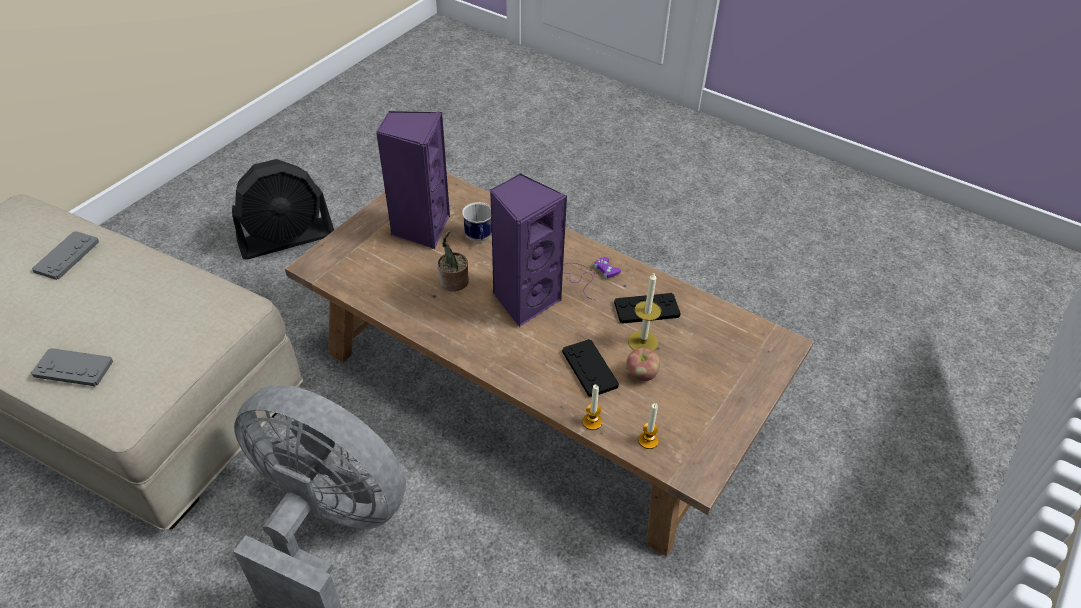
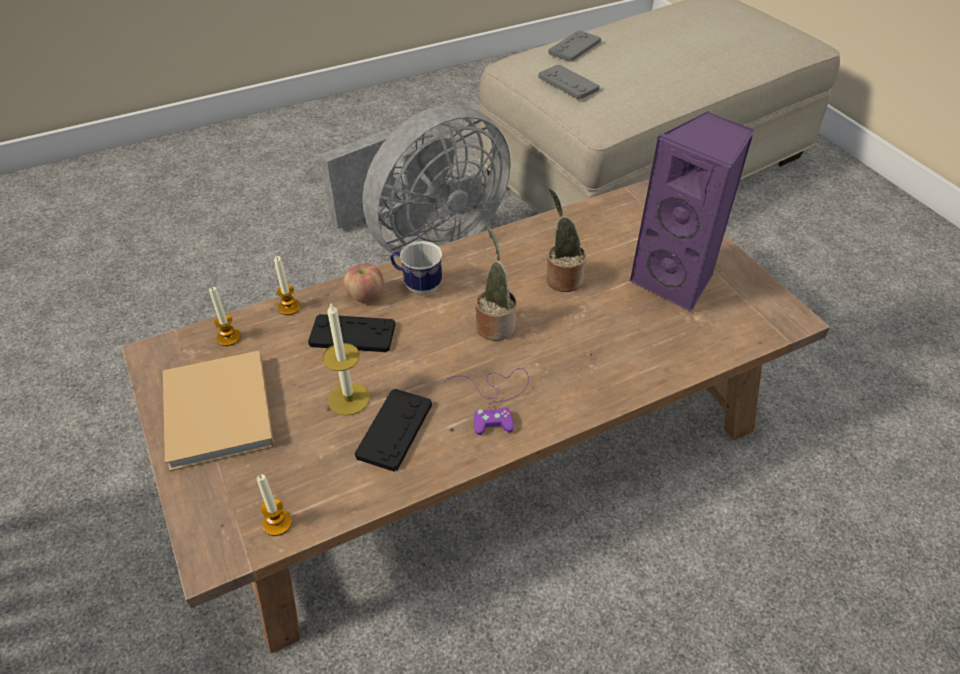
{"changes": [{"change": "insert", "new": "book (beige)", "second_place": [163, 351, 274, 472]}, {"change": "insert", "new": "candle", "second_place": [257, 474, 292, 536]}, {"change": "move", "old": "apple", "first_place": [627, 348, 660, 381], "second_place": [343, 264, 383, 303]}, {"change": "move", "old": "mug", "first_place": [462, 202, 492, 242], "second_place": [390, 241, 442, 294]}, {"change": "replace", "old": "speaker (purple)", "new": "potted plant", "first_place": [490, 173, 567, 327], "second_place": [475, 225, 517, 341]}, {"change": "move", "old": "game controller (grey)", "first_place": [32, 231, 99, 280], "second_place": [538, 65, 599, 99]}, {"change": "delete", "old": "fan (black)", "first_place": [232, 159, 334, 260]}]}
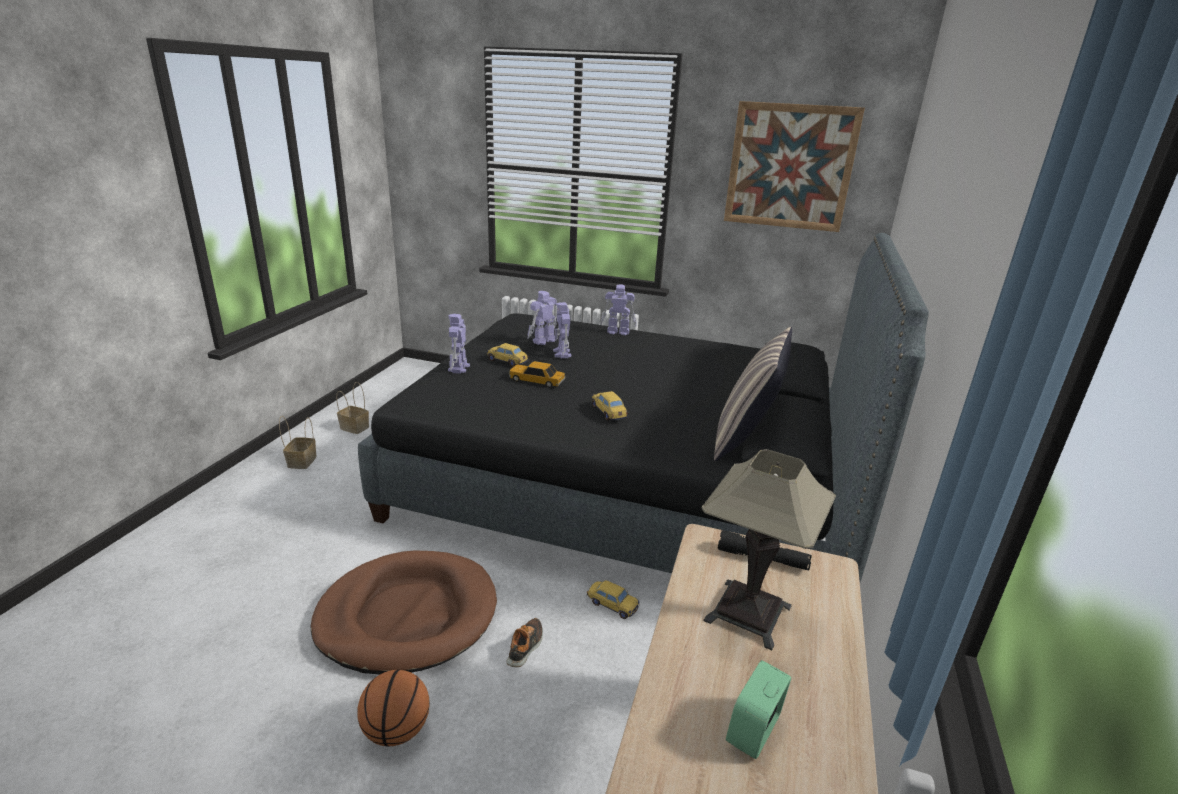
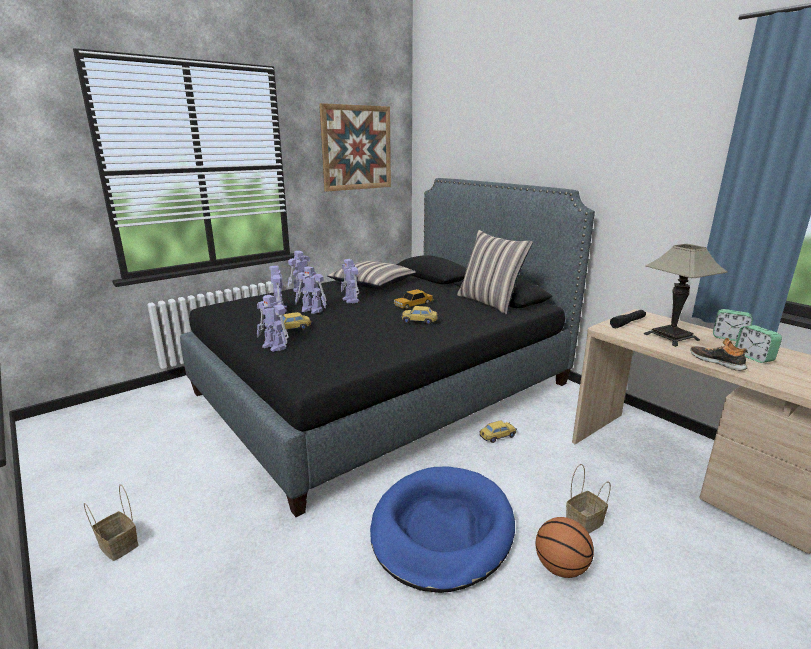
{"changes": [{"change": "insert", "new": "pillow", "second_place": [327, 260, 416, 289]}, {"change": "insert", "new": "toy robot", "second_place": [341, 259, 360, 303]}, {"change": "recolor", "old": "dog bed (brown)", "new": "dog bed (blue)", "first_place": [311, 550, 497, 675], "second_place": [370, 466, 515, 593]}, {"change": "move", "old": "toy car", "first_place": [509, 361, 566, 388], "second_place": [394, 289, 434, 309]}, {"change": "move", "old": "basket", "first_place": [336, 382, 369, 434], "second_place": [566, 464, 611, 533]}, {"change": "move", "old": "shoe", "first_place": [506, 618, 543, 667], "second_place": [690, 338, 748, 371]}, {"change": "insert", "new": "alarm clock", "second_place": [713, 309, 753, 341]}]}
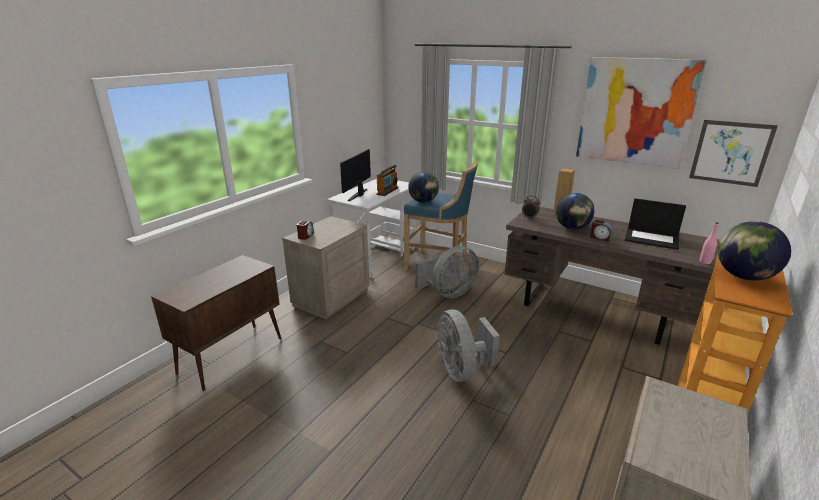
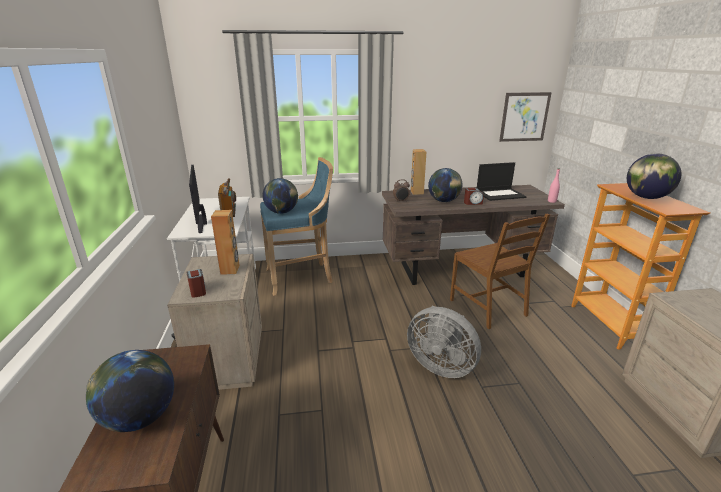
{"changes": [{"change": "insert", "new": "globe", "second_place": [86, 350, 174, 432]}, {"change": "insert", "new": "speaker (brown)", "second_place": [211, 210, 240, 275]}, {"change": "insert", "new": "chair (brown)", "second_place": [450, 213, 550, 329]}, {"change": "delete", "old": "fan (grey)", "first_place": [415, 246, 479, 298]}, {"change": "delete", "old": "picture", "first_place": [576, 57, 707, 169]}]}
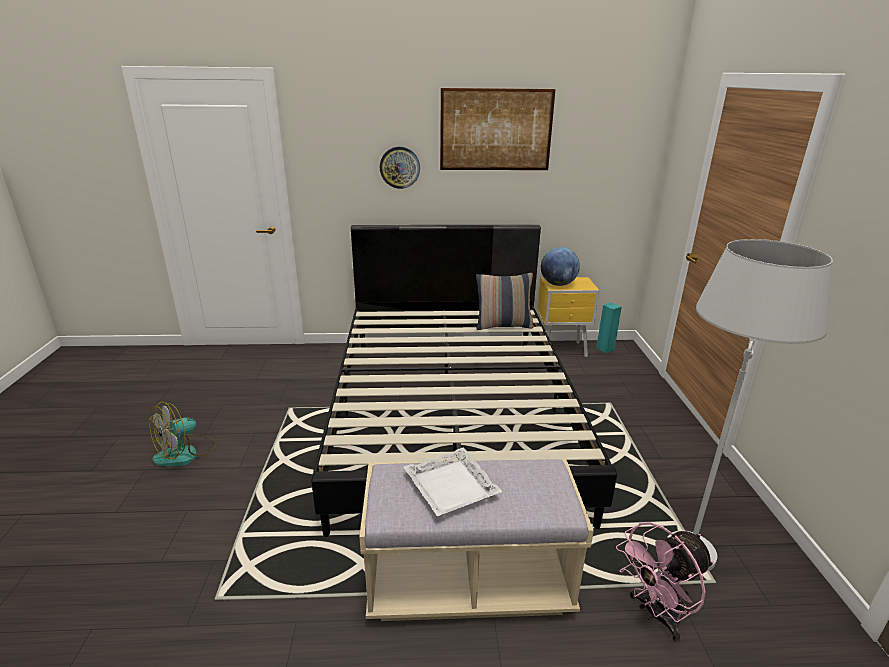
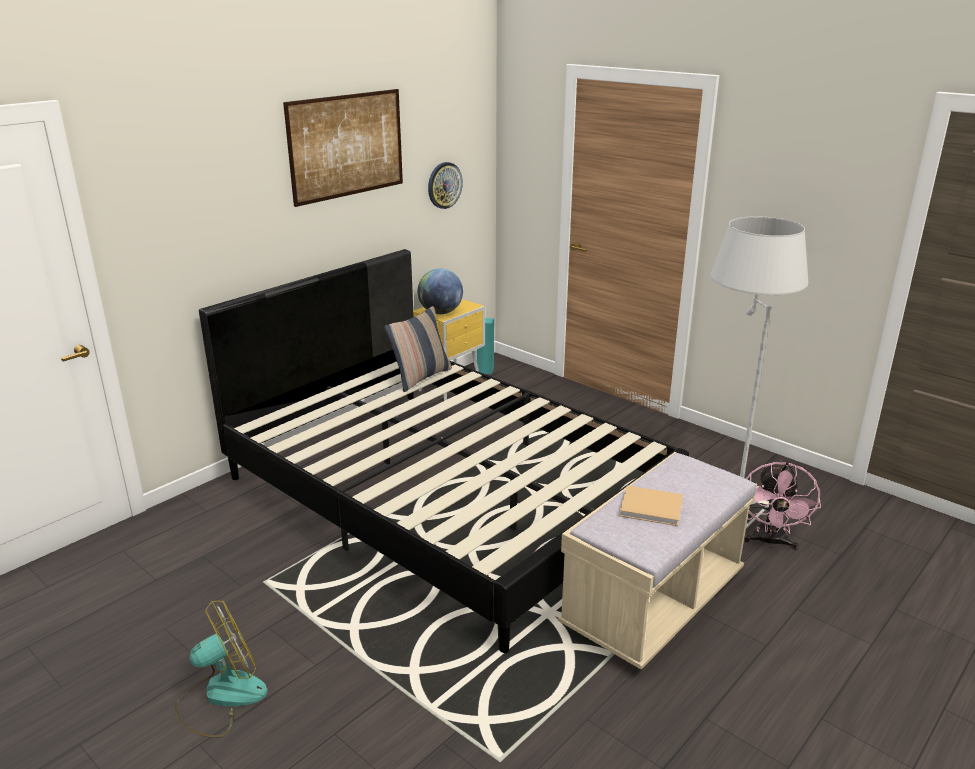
{"changes": [{"change": "rotate", "old": "fan", "first_place": [149, 401, 217, 467], "second_place": [175, 600, 268, 738], "degrees": -120}, {"change": "move", "old": "wall clock", "first_place": [380, 147, 420, 189], "second_place": [428, 162, 463, 209]}, {"change": "replace", "old": "tray (white)", "new": "book (beige)", "first_place": [404, 447, 502, 516], "second_place": [619, 486, 683, 526]}]}
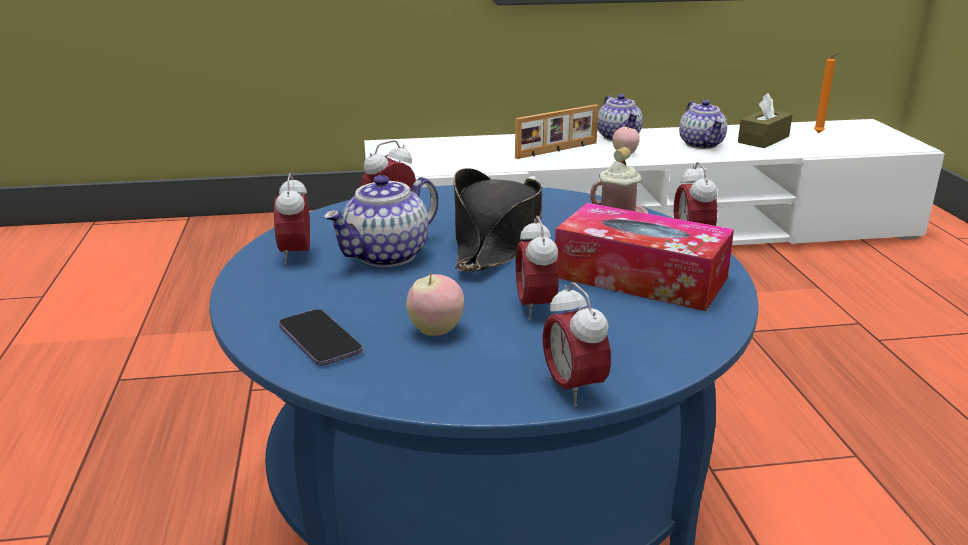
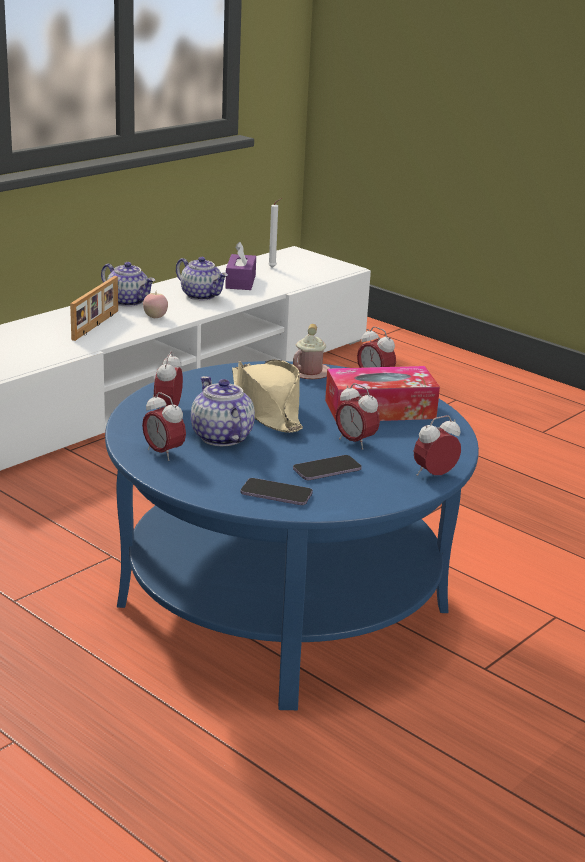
{"changes": [{"change": "rotate", "old": "teapot", "first_place": [323, 175, 439, 267], "second_place": [191, 376, 255, 446], "degrees": 150}, {"change": "recolor", "old": "tissue box (brown)", "new": "tissue box (purple)", "first_place": [738, 93, 792, 148], "second_place": [225, 242, 256, 290]}, {"change": "recolor", "old": "hat (black)", "new": "hat (beige)", "first_place": [453, 168, 543, 272], "second_place": [232, 360, 303, 433]}, {"change": "recolor", "old": "candle (orange)", "new": "candle (white)", "first_place": [814, 52, 841, 133], "second_place": [268, 198, 282, 268]}, {"change": "replace", "old": "apple", "new": "phone", "first_place": [406, 273, 464, 336], "second_place": [293, 455, 362, 480]}, {"change": "rotate", "old": "alarm clock", "first_place": [543, 282, 611, 407], "second_place": [414, 415, 461, 476], "degrees": 120}]}
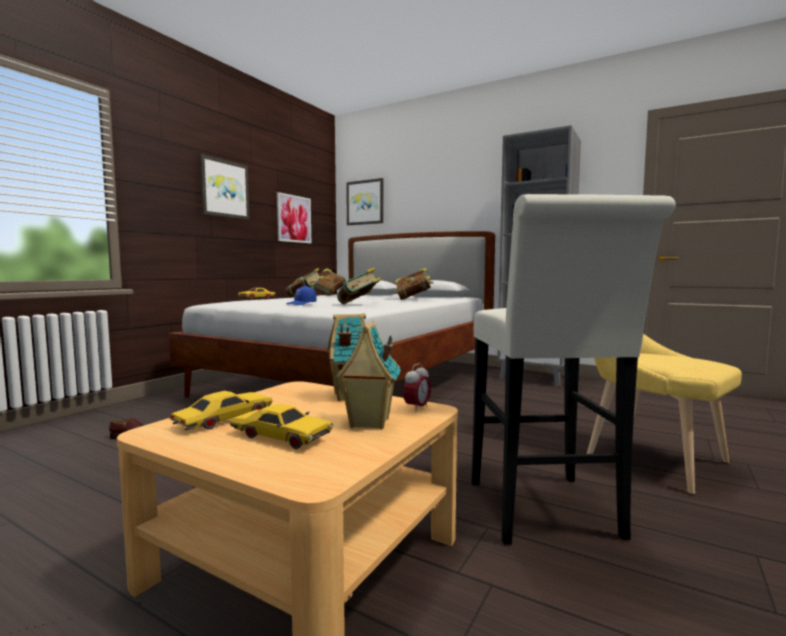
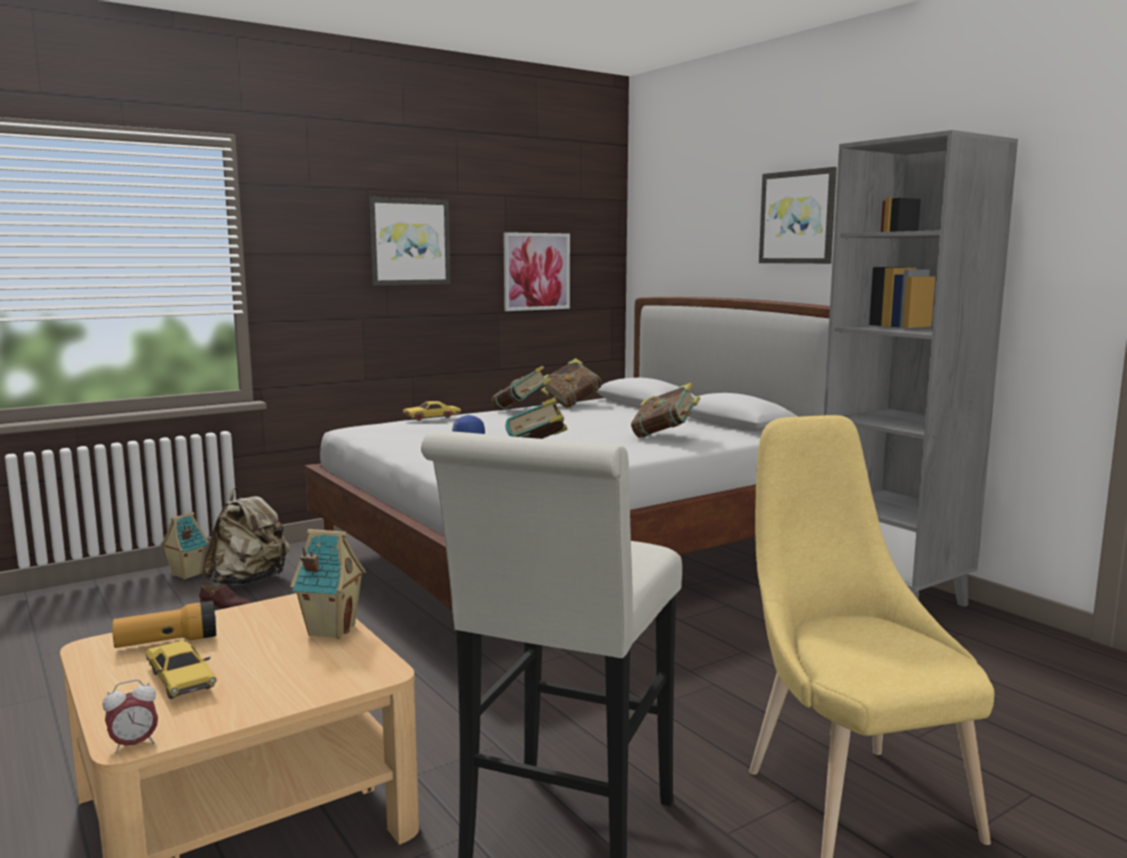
{"changes": [{"change": "move", "old": "alarm clock", "first_place": [403, 363, 431, 412], "second_place": [103, 680, 158, 753]}, {"change": "replace", "old": "toy car (yellow)", "new": "flashlight", "first_place": [170, 391, 272, 430], "second_place": [112, 601, 216, 648]}, {"change": "move", "old": "toy house", "first_place": [335, 321, 401, 430], "second_place": [161, 512, 209, 580]}, {"change": "insert", "new": "backpack (beige)", "second_place": [203, 487, 290, 586]}, {"change": "move", "old": "picture", "first_place": [346, 178, 384, 225], "second_place": [759, 167, 837, 264]}]}
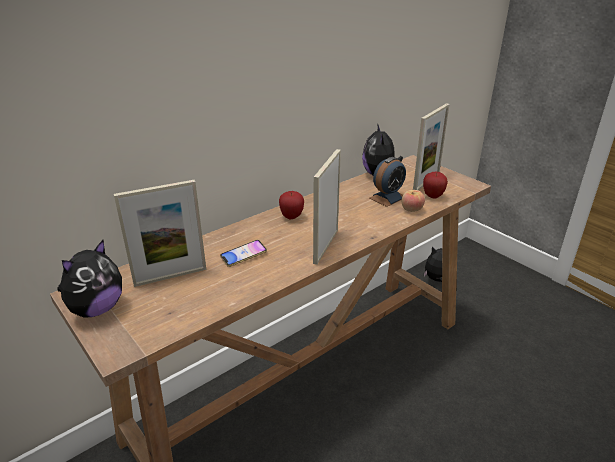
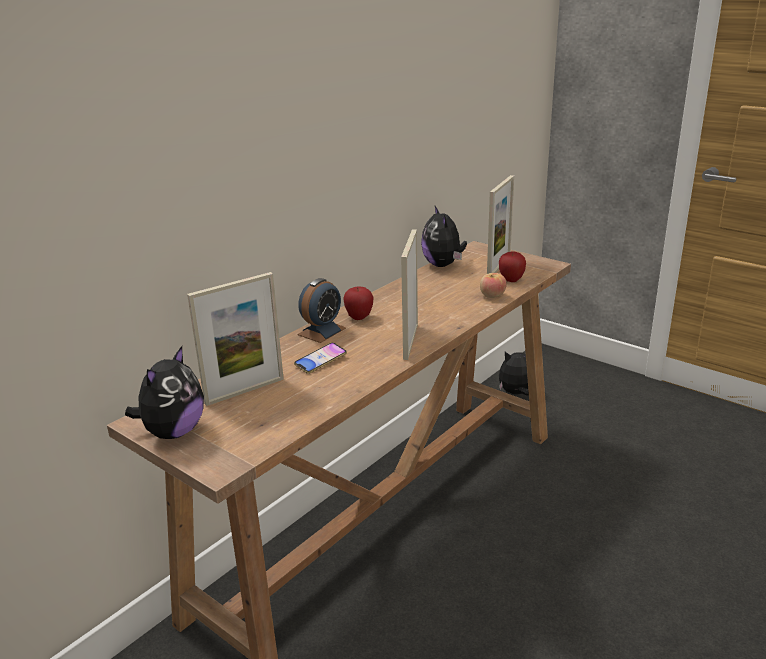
{"changes": [{"change": "move", "old": "alarm clock", "first_place": [369, 157, 406, 207], "second_place": [297, 278, 346, 343]}]}
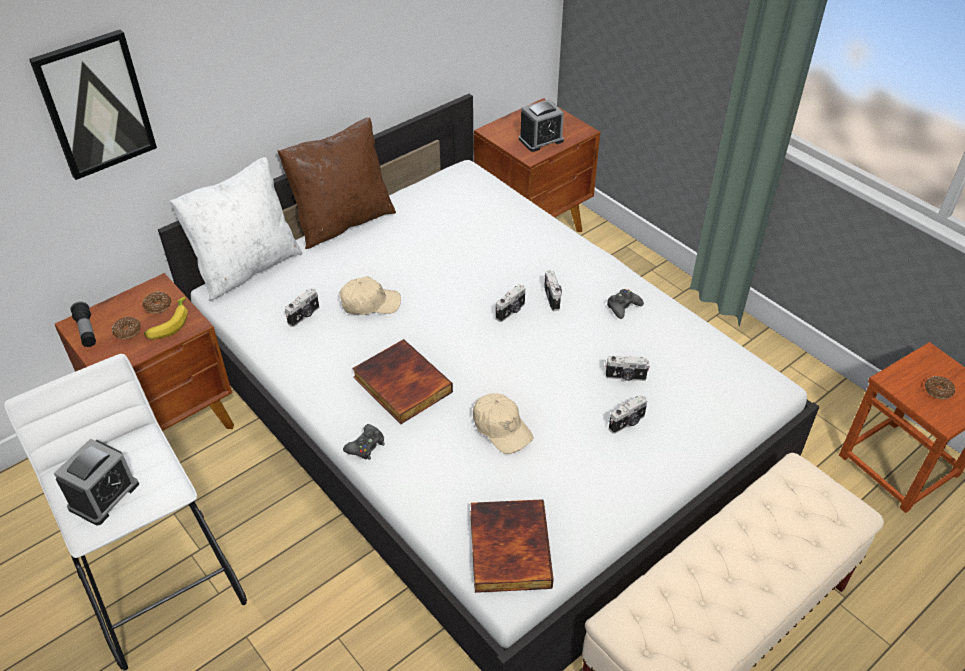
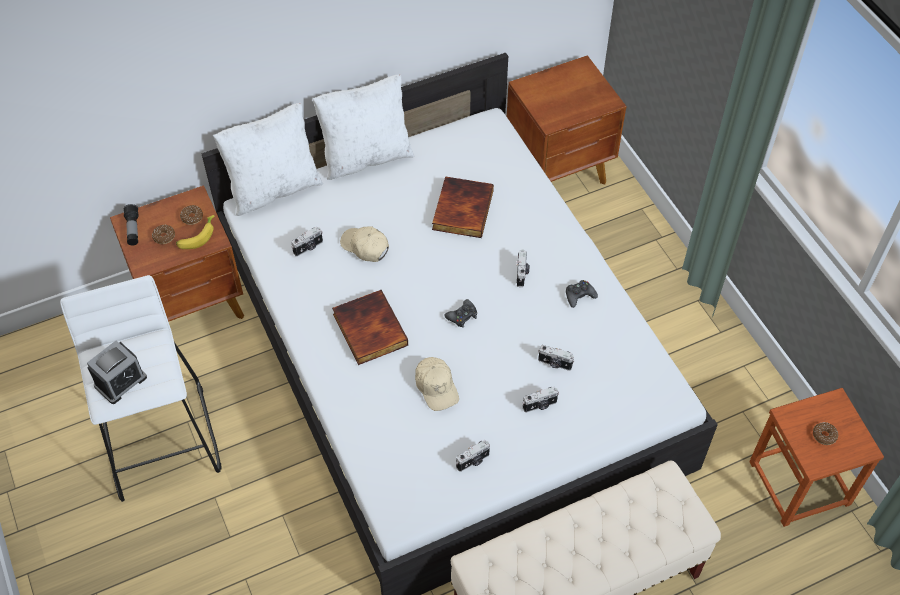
{"changes": [{"change": "recolor", "old": "pillow (brown)", "new": "pillow (white)", "first_place": [277, 117, 396, 249], "second_place": [312, 74, 415, 180]}, {"change": "rotate", "old": "cap (beige)", "first_place": [340, 277, 401, 315], "second_place": [340, 226, 389, 262], "degrees": -150}, {"change": "move", "old": "book", "first_place": [470, 499, 554, 593], "second_place": [432, 176, 494, 238]}, {"change": "move", "old": "game controller (black)", "first_place": [343, 424, 385, 460], "second_place": [444, 299, 477, 328]}, {"change": "move", "old": "photo camera", "first_place": [496, 285, 525, 322], "second_place": [456, 440, 490, 472]}, {"change": "delete", "old": "picture", "first_place": [29, 30, 157, 180]}, {"change": "delete", "old": "alarm clock", "first_place": [519, 99, 564, 152]}]}
